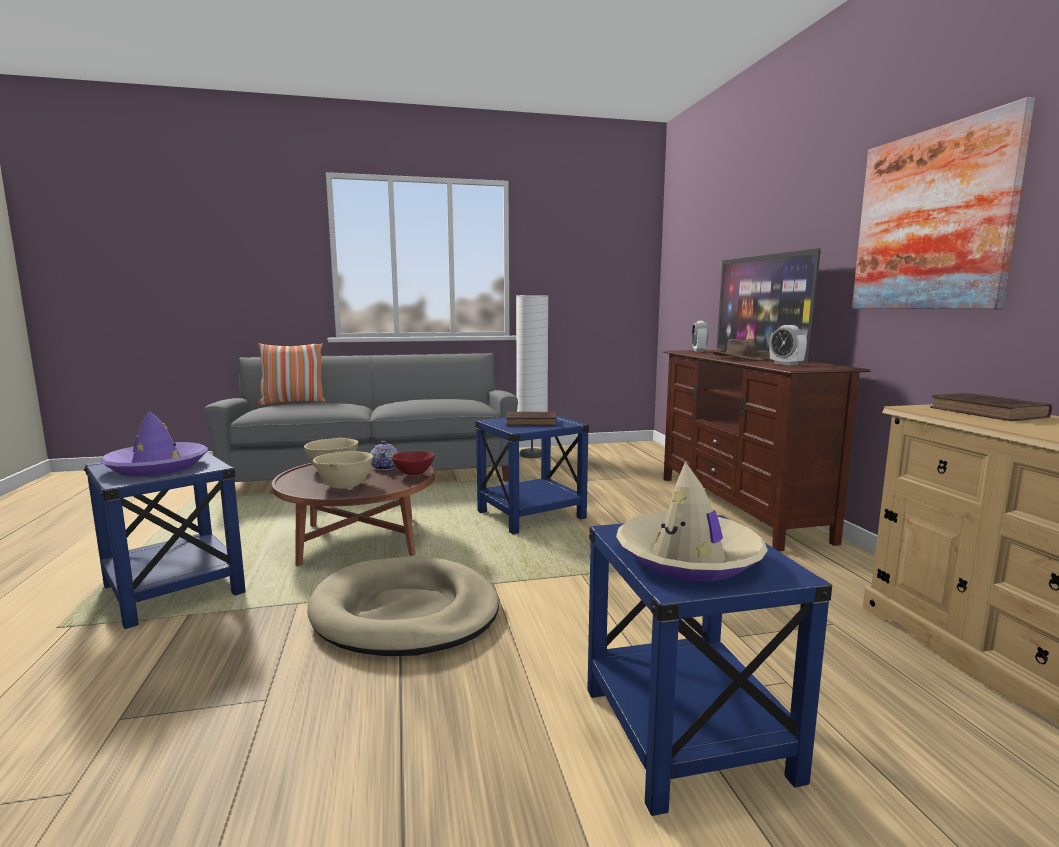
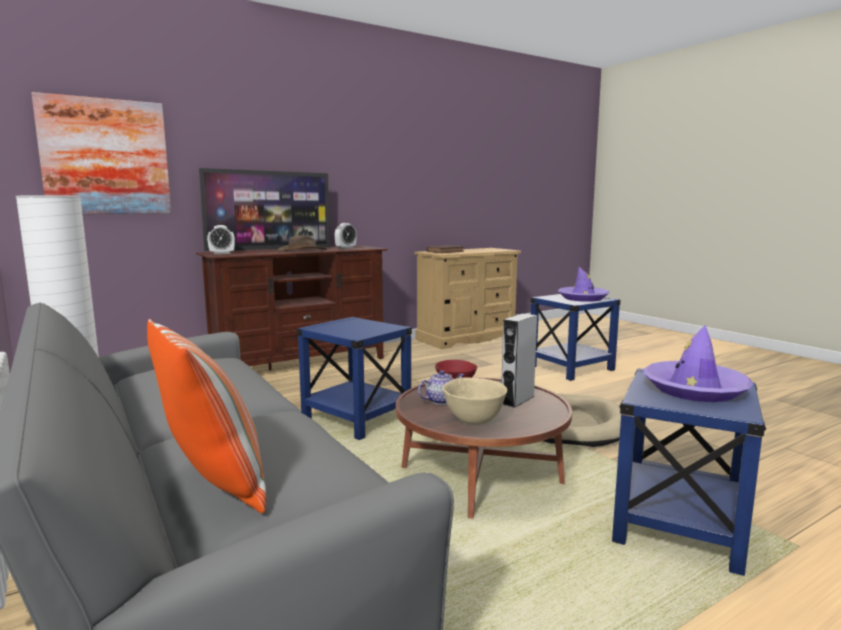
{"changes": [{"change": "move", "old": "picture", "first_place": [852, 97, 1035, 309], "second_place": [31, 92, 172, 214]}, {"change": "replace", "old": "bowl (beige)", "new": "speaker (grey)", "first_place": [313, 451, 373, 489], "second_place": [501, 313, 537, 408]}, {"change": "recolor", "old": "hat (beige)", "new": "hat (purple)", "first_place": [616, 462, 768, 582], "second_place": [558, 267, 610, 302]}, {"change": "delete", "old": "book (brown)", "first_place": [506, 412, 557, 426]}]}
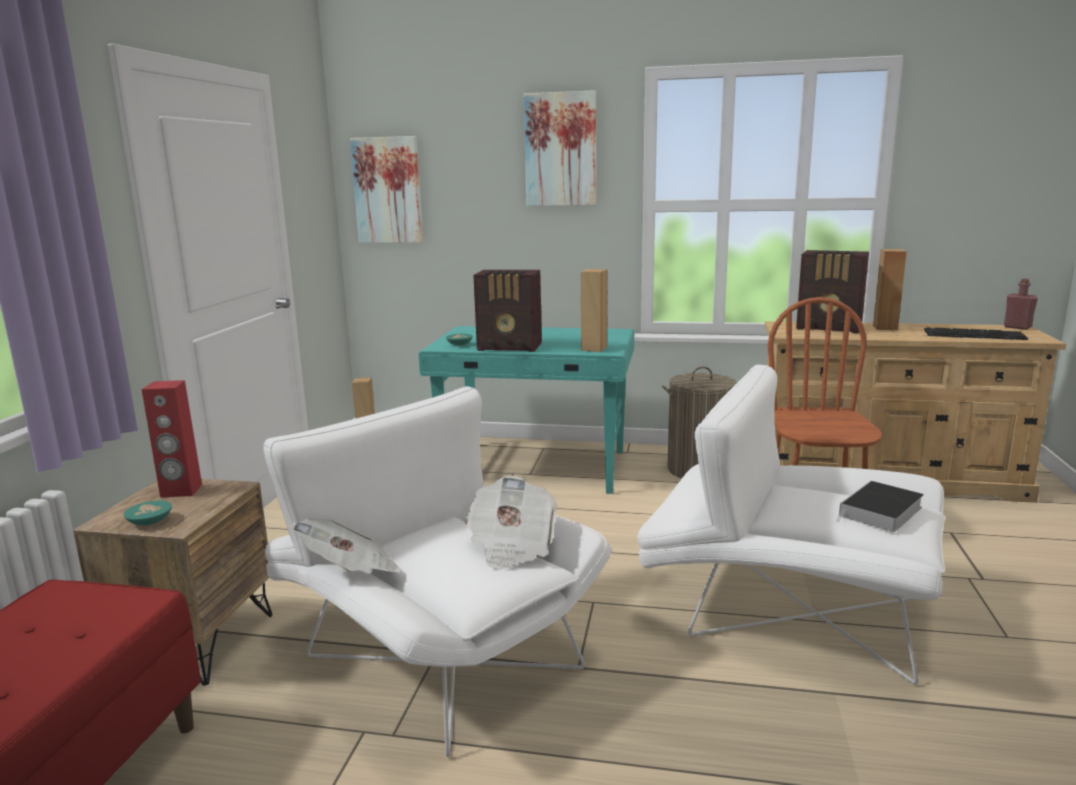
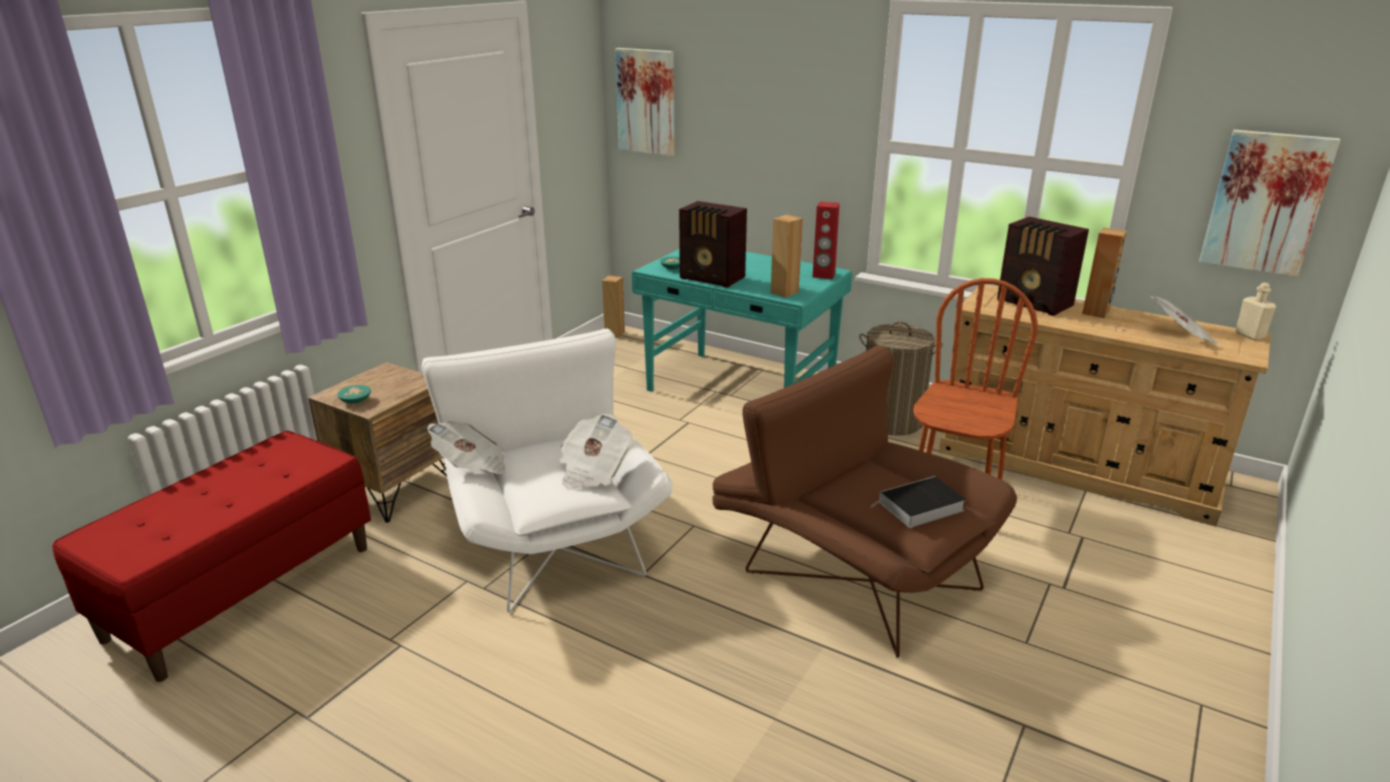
{"changes": [{"change": "recolor", "old": "armchair (white)", "new": "armchair (brown)", "first_place": [637, 364, 946, 685], "second_place": [712, 345, 1017, 658]}, {"change": "move", "old": "speaker (red)", "first_place": [142, 380, 202, 498], "second_place": [812, 202, 840, 279]}, {"change": "replace", "old": "keyboard", "new": "newspaper", "first_place": [924, 327, 1028, 340], "second_place": [1150, 296, 1221, 346]}, {"change": "move", "old": "picture", "first_place": [524, 90, 596, 206], "second_place": [1199, 130, 1340, 277]}, {"change": "recolor", "old": "bottle (red)", "new": "bottle (beige)", "first_place": [1004, 278, 1038, 330], "second_place": [1235, 282, 1276, 340]}]}
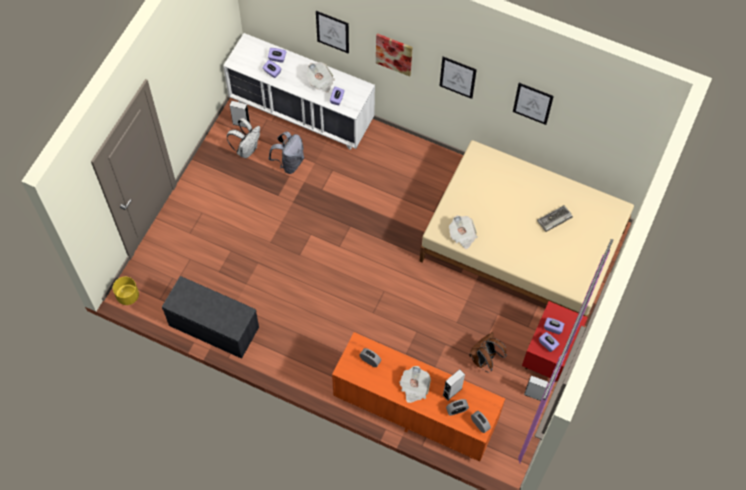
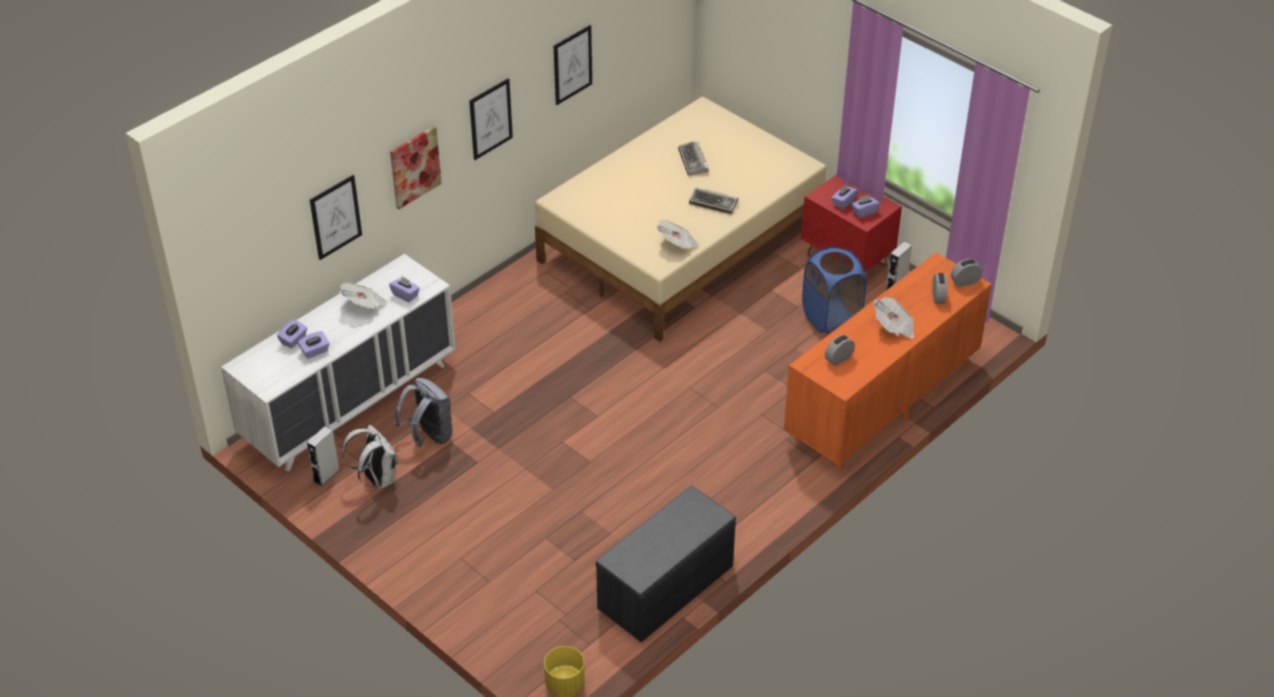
{"changes": [{"change": "insert", "new": "keyboard", "second_place": [689, 187, 738, 214]}, {"change": "replace", "old": "backpack (brown)", "new": "laundry basket (blue)", "first_place": [469, 332, 507, 372], "second_place": [802, 246, 866, 334]}, {"change": "delete", "old": "speaker (grey)", "first_place": [443, 369, 465, 400]}]}
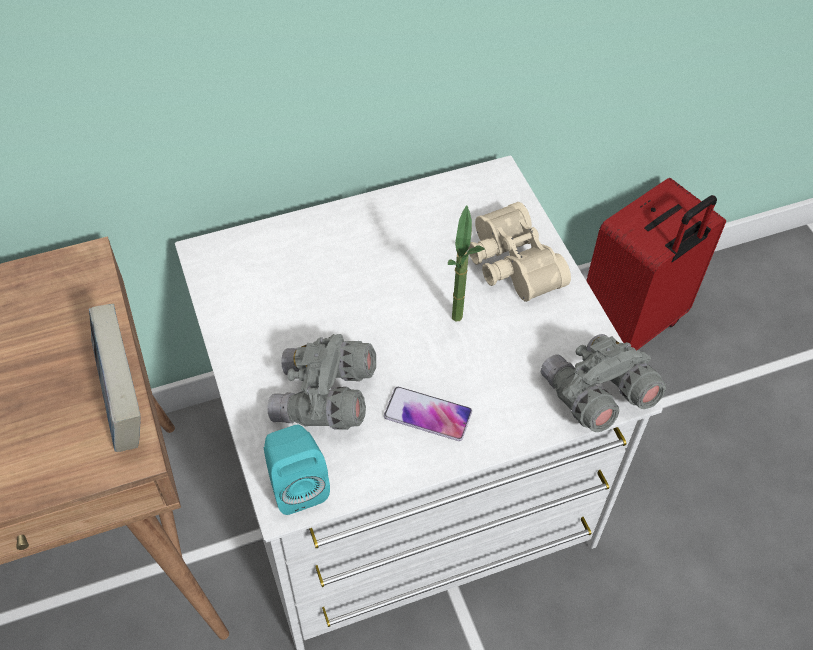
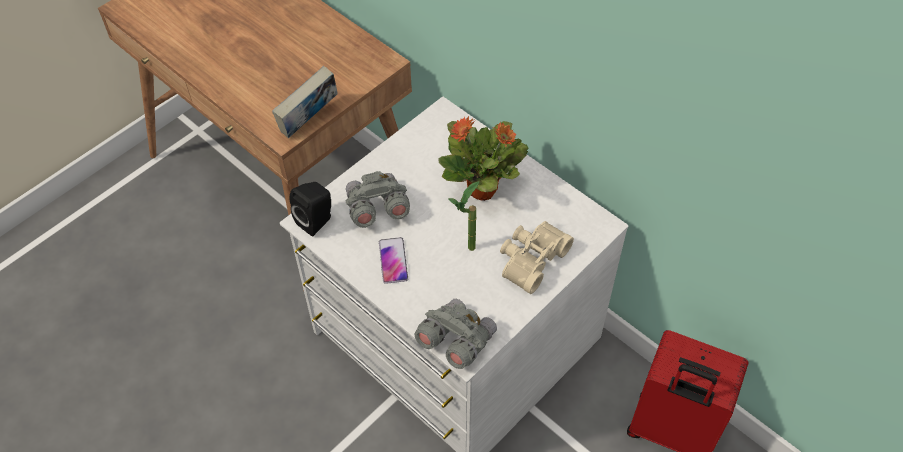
{"changes": [{"change": "recolor", "old": "speaker (turquoise)", "new": "speaker (black)", "first_place": [264, 424, 330, 515], "second_place": [290, 182, 331, 237]}, {"change": "insert", "new": "potted plant", "second_place": [438, 116, 528, 201]}]}
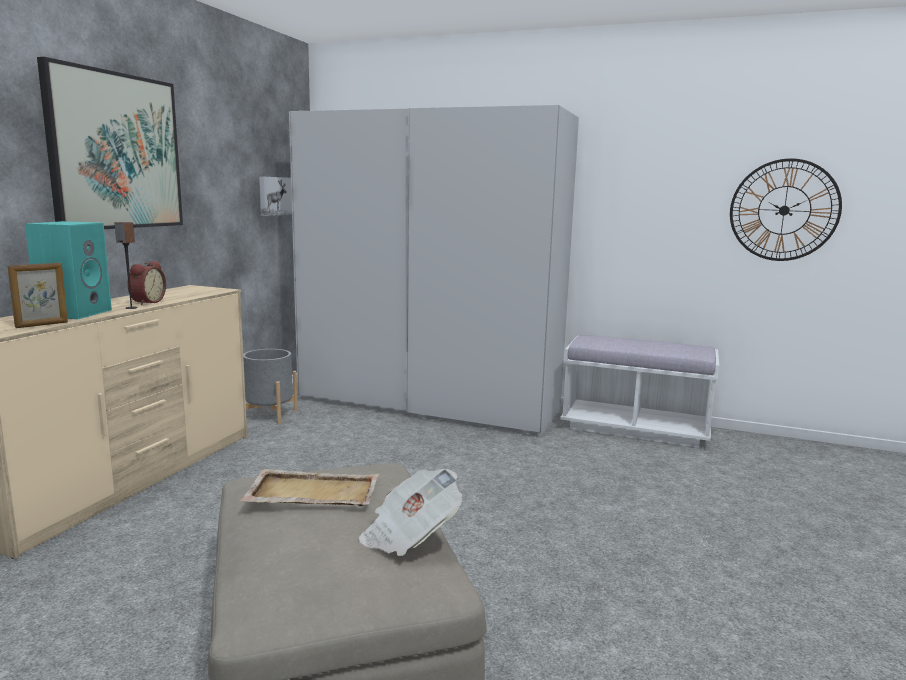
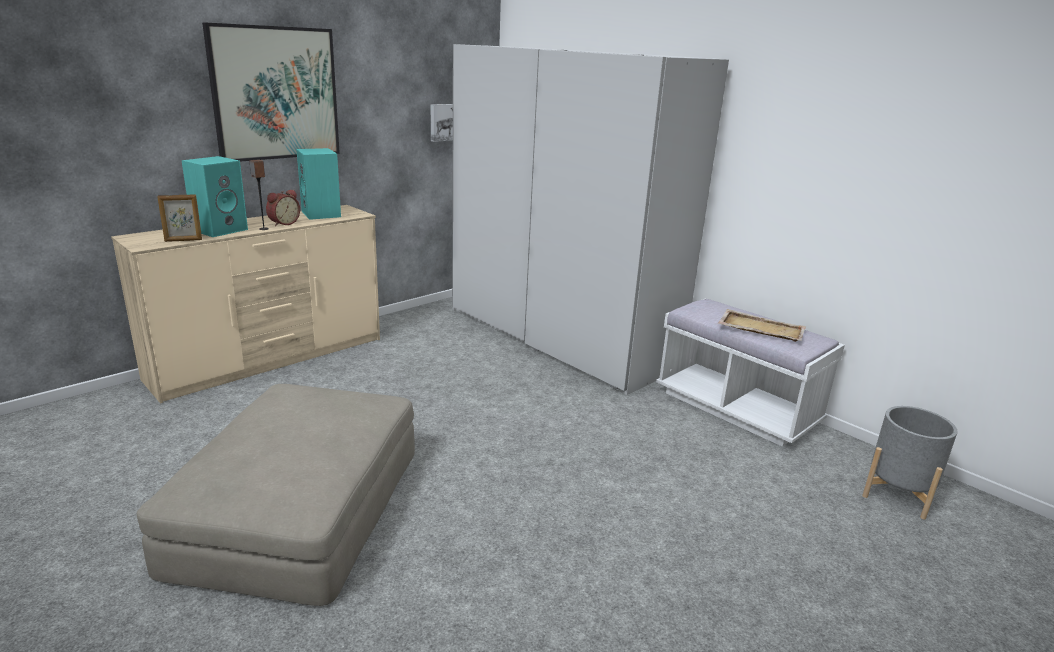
{"changes": [{"change": "insert", "new": "speaker (turquoise)", "second_place": [296, 148, 341, 220]}, {"change": "move", "old": "tray (beige)", "first_place": [240, 469, 379, 506], "second_place": [718, 309, 807, 342]}, {"change": "move", "old": "planter (grey)", "first_place": [243, 349, 298, 424], "second_place": [862, 406, 958, 519]}, {"change": "delete", "old": "newspaper", "first_place": [359, 469, 462, 556]}, {"change": "delete", "old": "wall clock", "first_place": [730, 158, 842, 261]}]}
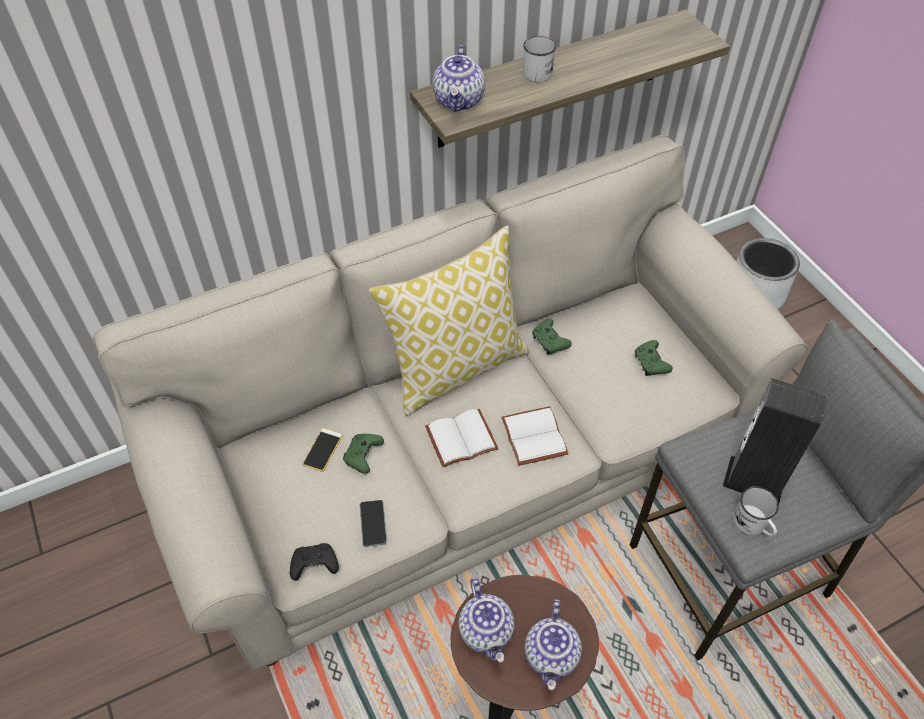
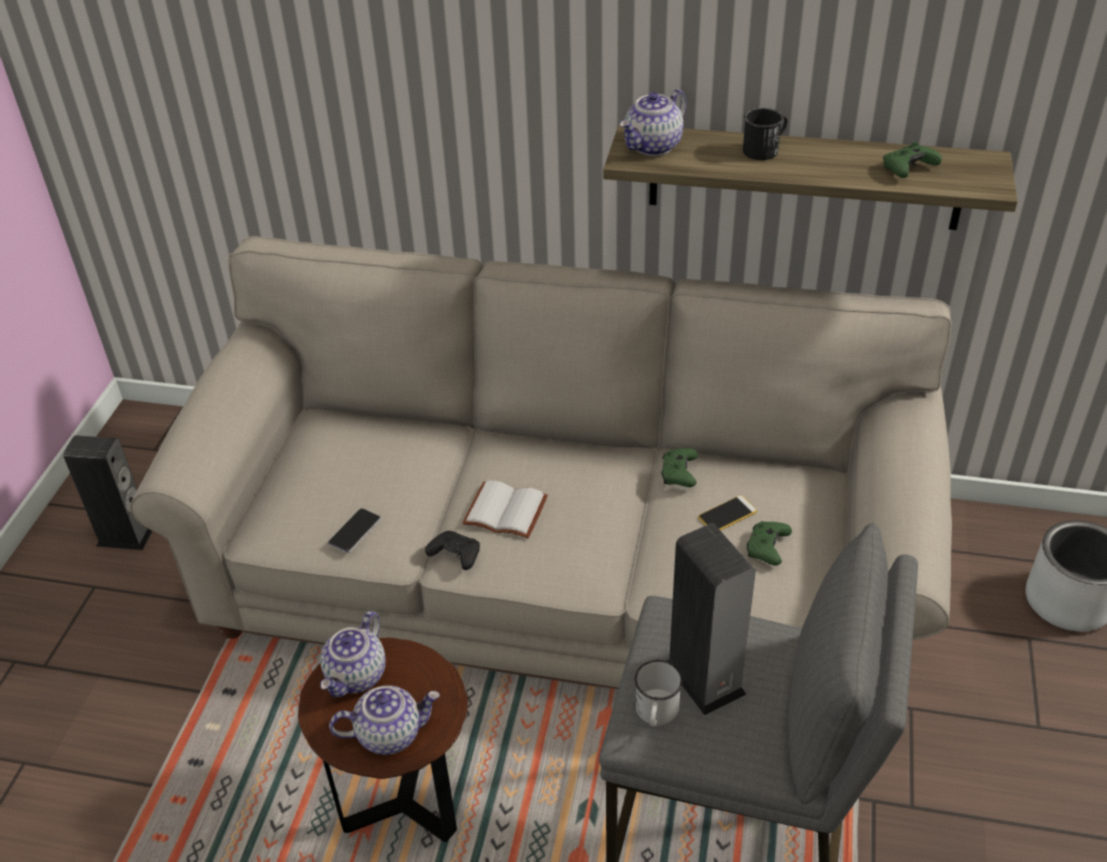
{"changes": [{"change": "insert", "new": "speaker", "second_place": [63, 435, 152, 550]}, {"change": "rotate", "old": "teapot", "first_place": [525, 599, 582, 690], "second_place": [329, 685, 440, 755], "degrees": -150}, {"change": "move", "old": "game controller (black)", "first_place": [290, 543, 339, 581], "second_place": [425, 531, 480, 570]}, {"change": "move", "old": "phone", "first_place": [303, 428, 343, 472], "second_place": [698, 495, 757, 531]}, {"change": "recolor", "old": "mug (white)", "new": "mug (black)", "first_place": [523, 36, 556, 82], "second_place": [743, 108, 787, 160]}, {"change": "move", "old": "game controller (green)", "first_place": [343, 434, 384, 474], "second_place": [883, 142, 942, 178]}, {"change": "delete", "old": "pillow", "first_place": [369, 226, 529, 416]}, {"change": "delete", "old": "book (white)", "first_place": [501, 406, 569, 466]}]}
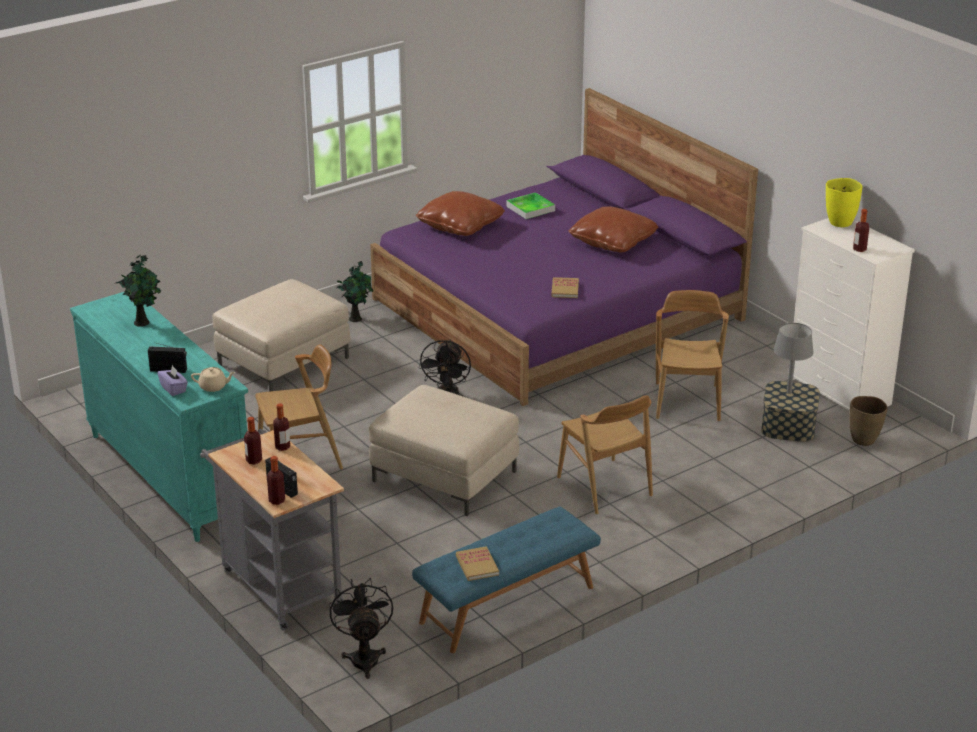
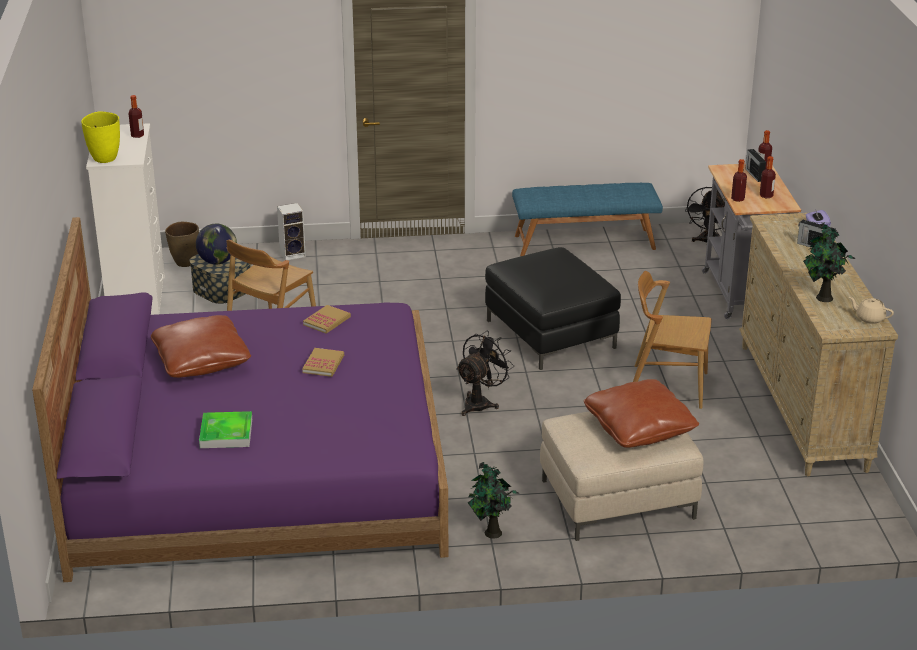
{"changes": [{"change": "replace", "old": "table lamp (grey)", "new": "globe", "first_place": [774, 323, 814, 394], "second_place": [196, 224, 237, 264]}, {"change": "insert", "new": "speaker", "second_place": [277, 203, 306, 260]}, {"change": "move", "old": "book", "first_place": [456, 546, 499, 581], "second_place": [302, 348, 344, 377]}, {"change": "recolor", "old": "ottoman (beige)", "new": "ottoman (black)", "first_place": [369, 385, 519, 516], "second_place": [485, 247, 621, 370]}, {"change": "move", "old": "pillow (brown)", "first_place": [416, 191, 505, 236], "second_place": [584, 379, 699, 448]}, {"change": "recolor", "old": "dresser (turquoise)", "new": "dresser (beige)", "first_place": [70, 292, 248, 542], "second_place": [739, 213, 898, 476]}, {"change": "move", "old": "teapot (beige)", "first_place": [191, 367, 236, 392], "second_place": [849, 297, 894, 324]}, {"change": "delete", "old": "chair (brown)", "first_place": [557, 395, 653, 514]}]}
